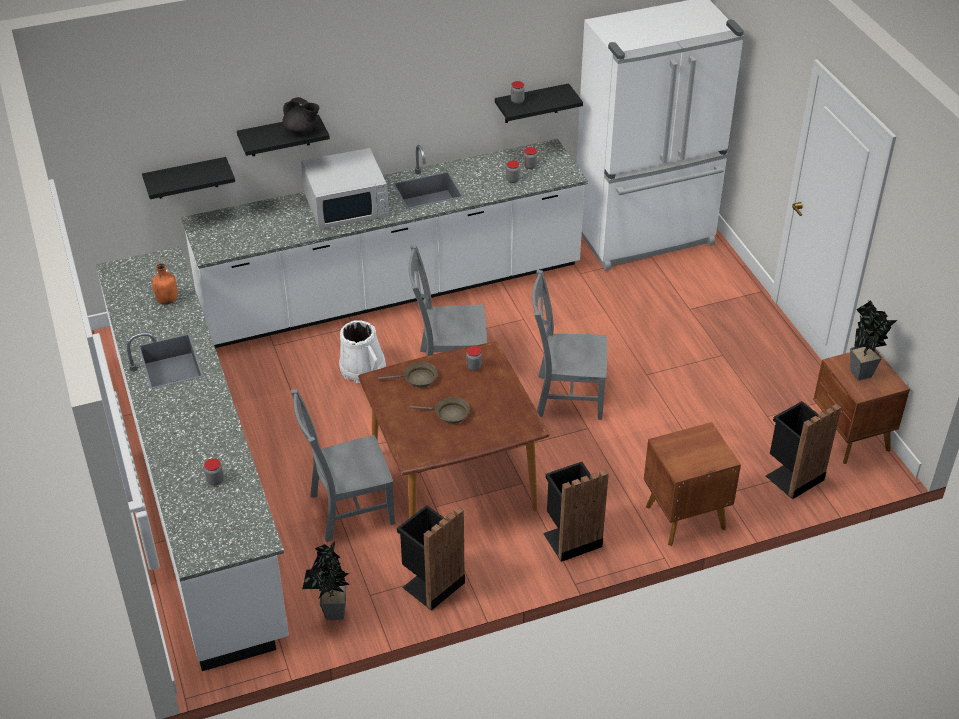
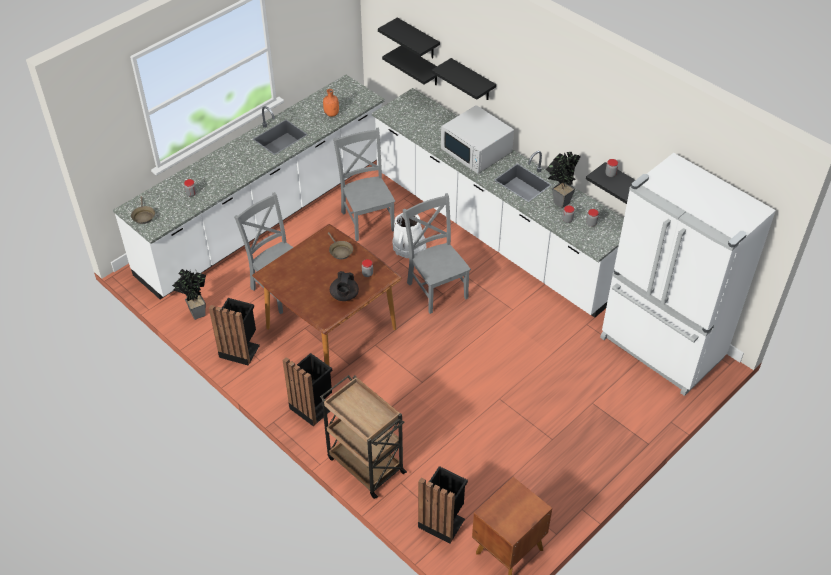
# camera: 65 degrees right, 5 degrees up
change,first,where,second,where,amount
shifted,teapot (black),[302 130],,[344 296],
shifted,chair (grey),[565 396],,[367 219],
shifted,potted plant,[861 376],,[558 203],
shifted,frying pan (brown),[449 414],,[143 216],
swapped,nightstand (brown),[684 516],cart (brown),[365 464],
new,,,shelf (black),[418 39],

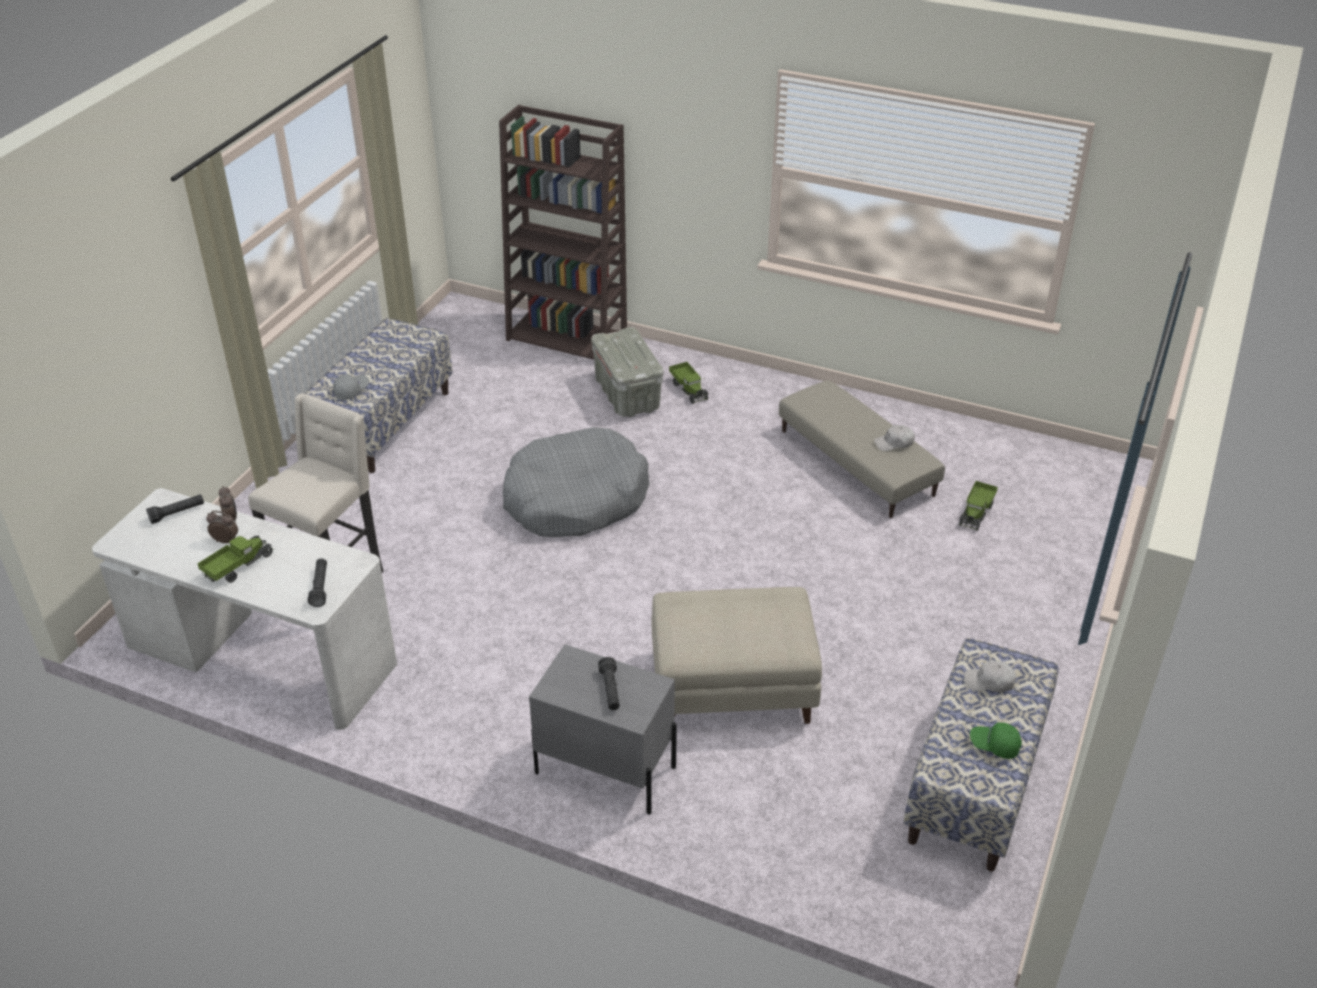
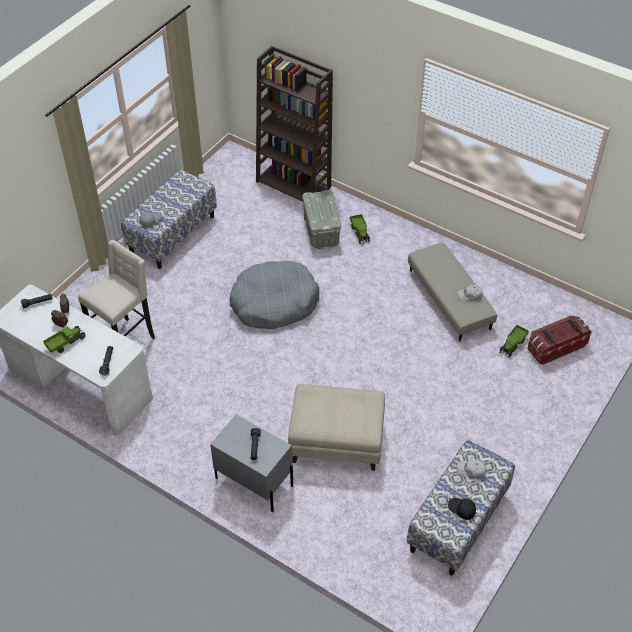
# camera: 10 degrees right, 10 degrees up
change,first,where,second,where,amount
repainted,cap (green),[994 745],cap (black),[461 510],
new,,,storage box,[555 347],

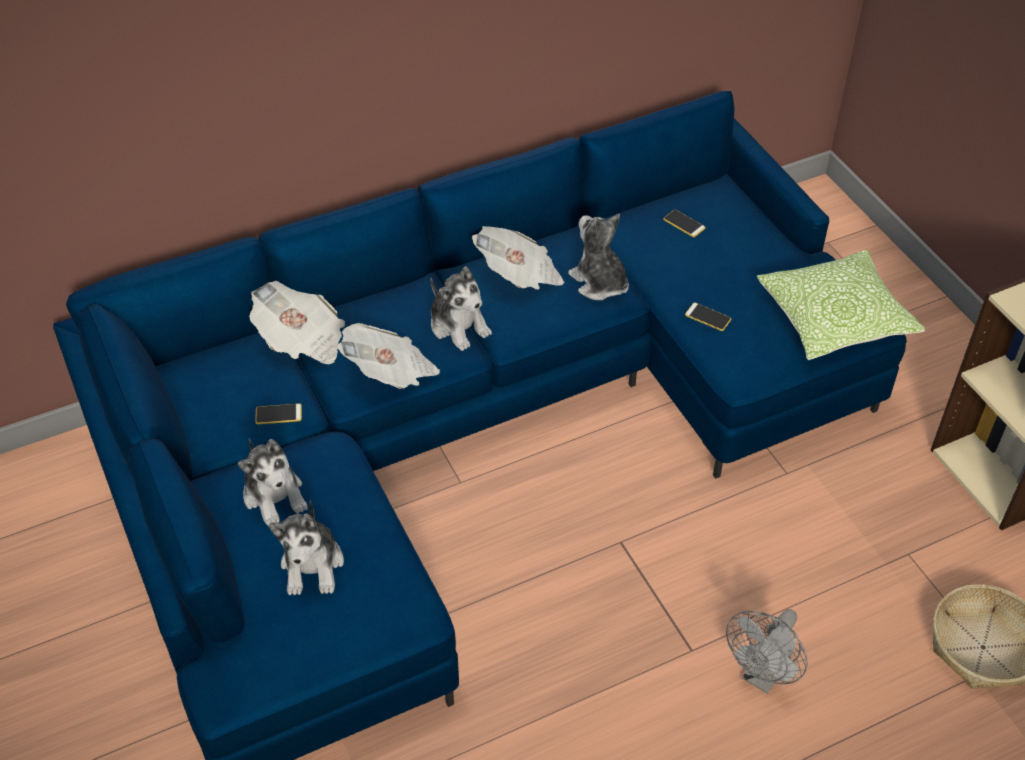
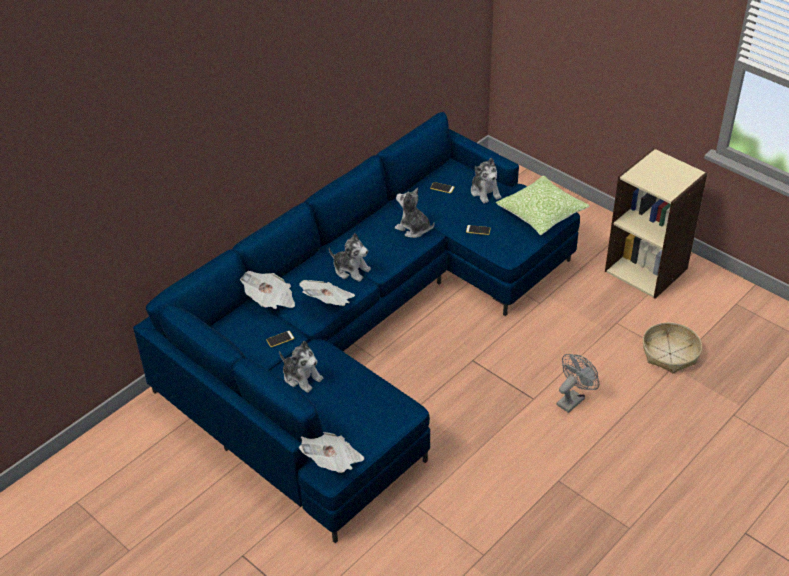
# camera: 20 degrees left, 5 degrees down
change,first,where,second,where,amount
shifted,newspaper,[519 275],,[332 461],
shifted,plush toy,[312 565],,[485 192],
rotated,fan (grey),[762 676],,[573 399],150 degrees counterclockwise

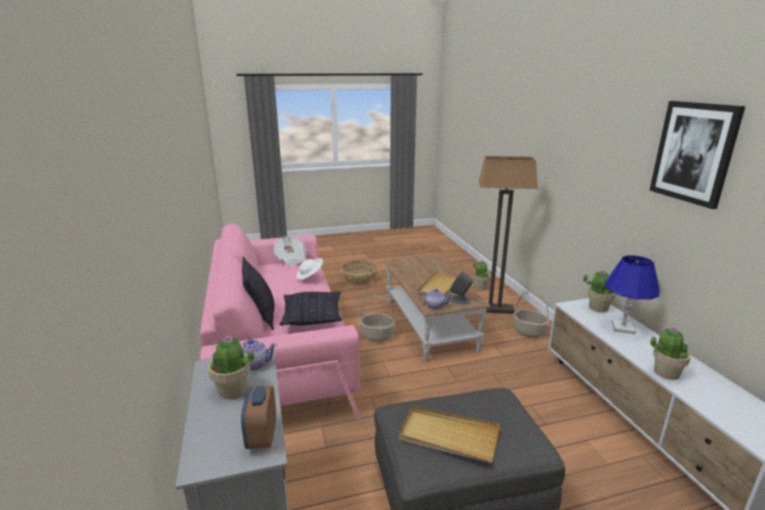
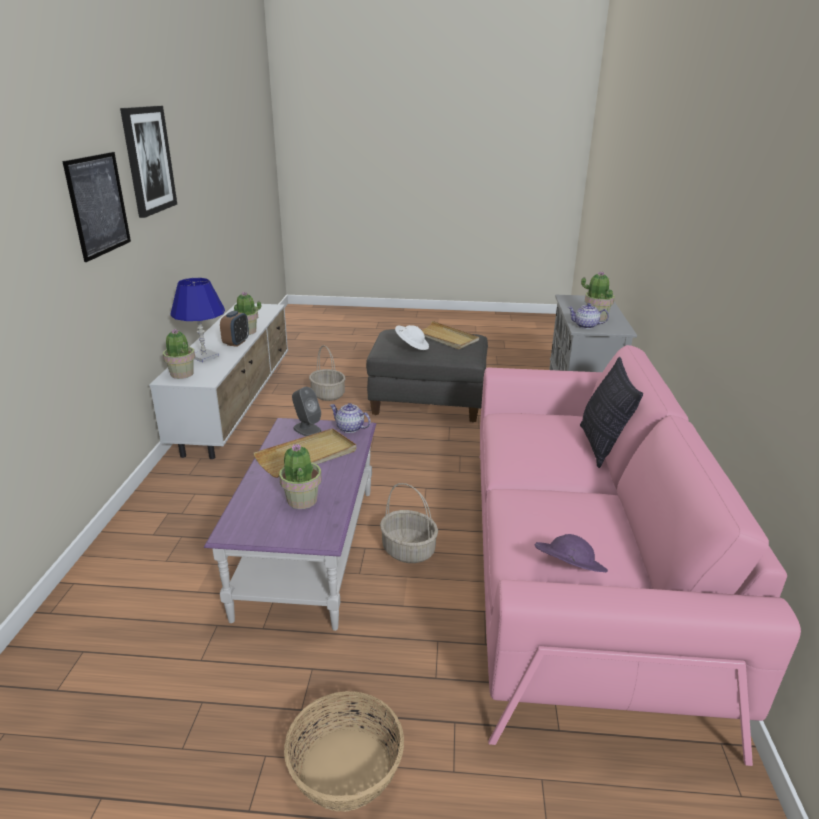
# camera: 160 degrees left, 5 degrees up
change,first,where,second,where,amount
gone,floor lamp,[494 309],,,
swapped,newspaper,[291 260],hat (purple),[567 571],
repainted,coffee table (brown),[429 325],coffee table (purple),[308 549],
shifted,hat (white),[310 276],,[412 346],
shifted,potted plant,[480 286],,[302 501],
shifted,basket,[529 331],,[327 395],
gone,pillow,[312 317],,,
shifted,alarm clock,[262 437],,[236 343],
new,,,picture,[98 205],

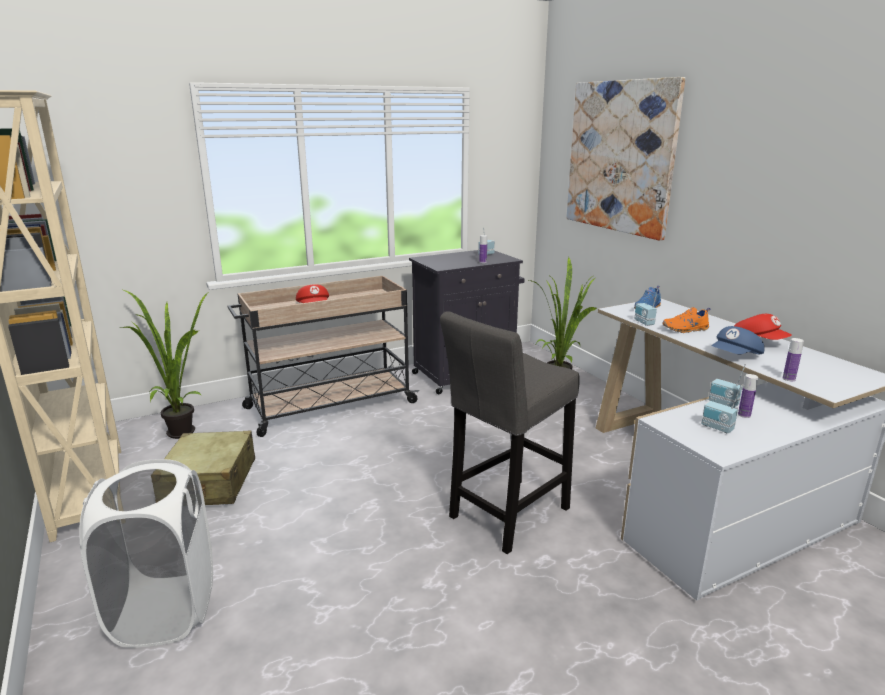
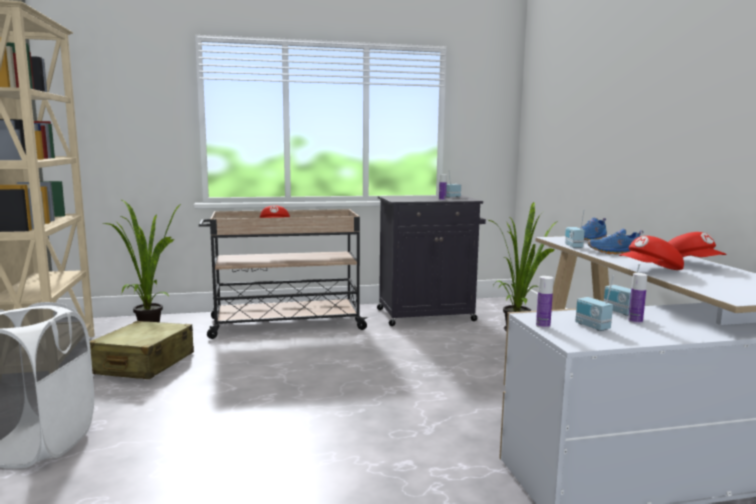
# camera: 15 degrees right, 10 degrees down
change,first,where,second,where,amount
gone,picture,[620 157],,,
repainted,shoe (orange),[685 330],shoe (blue),[614 253],
gone,stool (grey),[505 516],,,
repainted,cap (blue),[735 357],cap (red),[650 271],
shifted,bottle,[788 379],,[543 326],

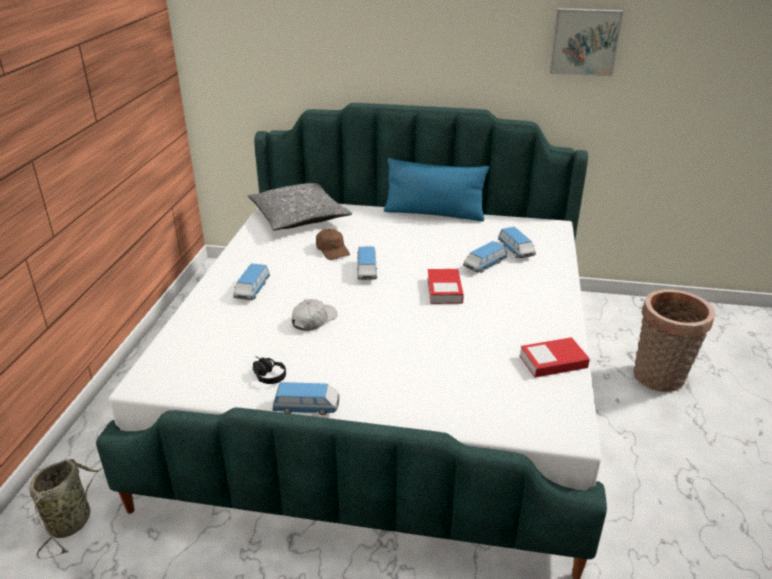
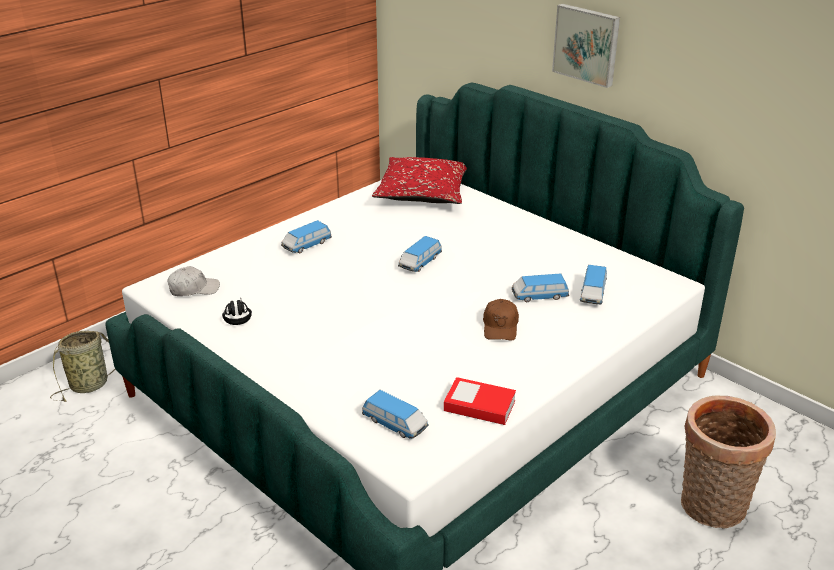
# camera: 35 degrees right, 0 degrees up
change,first,where,second,where,amount
shifted,picture,[584 41],,[587 44],
gone,pillow (blue),[434 213],,,
repainted,pillow (grey),[299 218],pillow (red),[423 193],
shifted,cap (brown),[332 250],,[500 327],
gone,book,[444 290],,,
shifted,cap (white),[314 320],,[193 289],
shifted,toy car,[306 407],,[395 424],

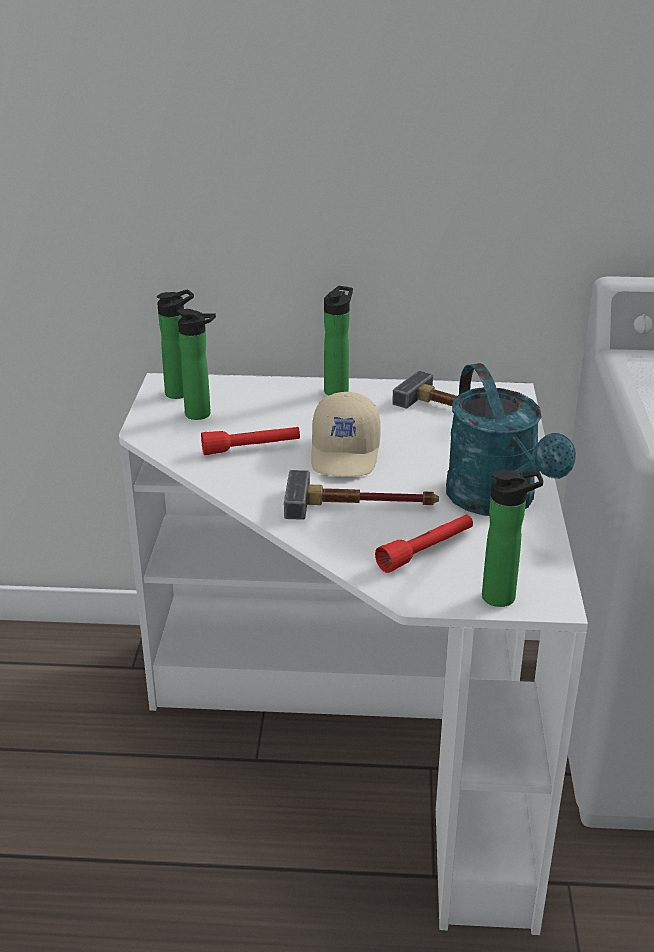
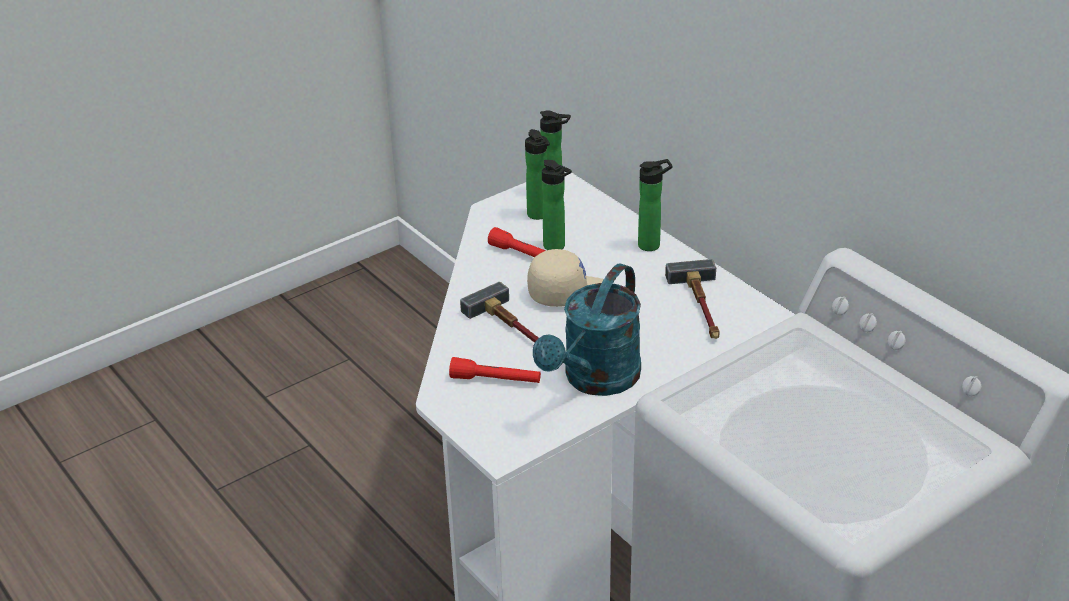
# camera: 50 degrees right, 5 degrees up
change,first,where,second,where,amount
rotated,cap (beige),[346 454],,[570 293],150 degrees counterclockwise
shifted,bottle,[504 597],,[556 247],

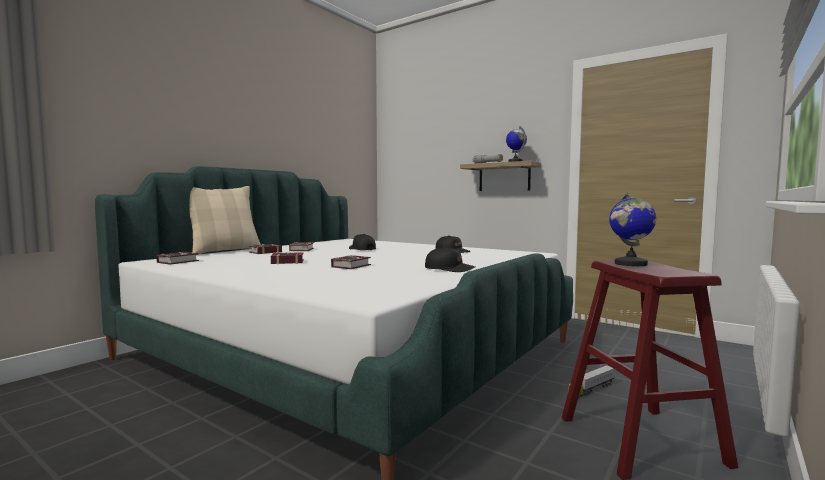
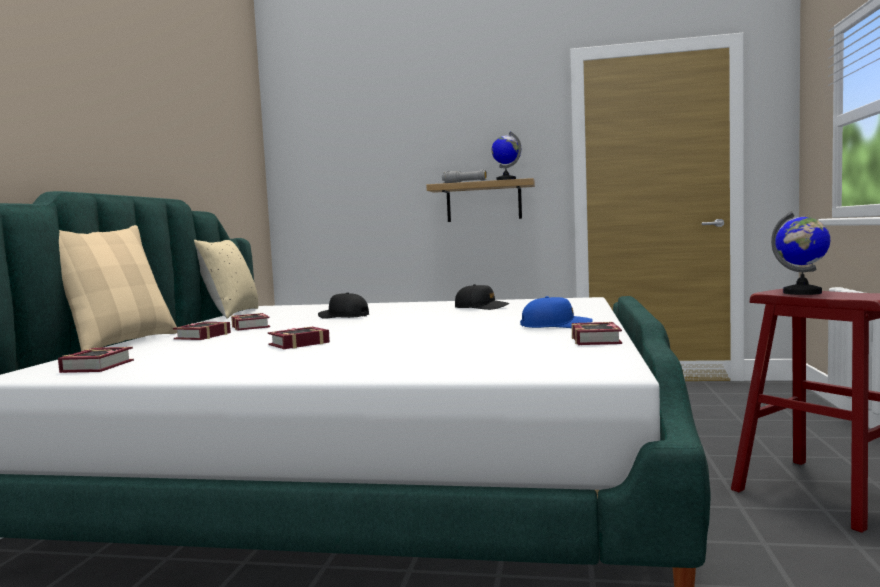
# camera: 25 degrees left, 0 degrees up
change,first,where,second,where,amount
repainted,cap (black),[449 269],cap (blue),[556 326],
shifted,book,[353 266],,[597 339],
gone,toy truck,[591 390],,,
new,,,pillow (beige),[230 313],

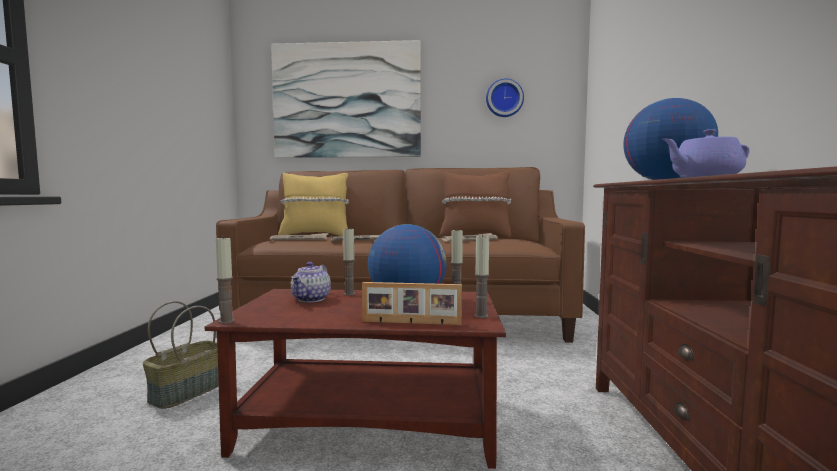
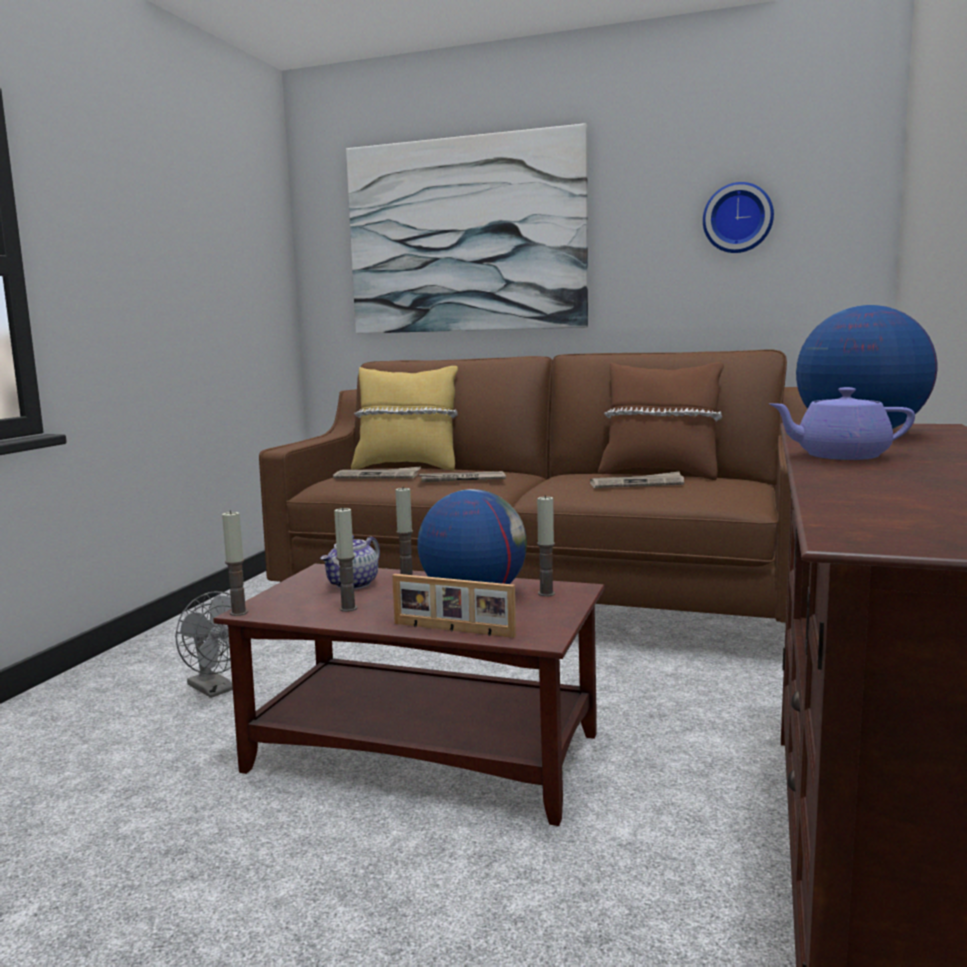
# camera: 15 degrees right, 5 degrees up
change,first,where,second,where,amount
shifted,candle,[481 316],,[348 608],
swapped,basket,[188 391],fan (grey),[216 690],

